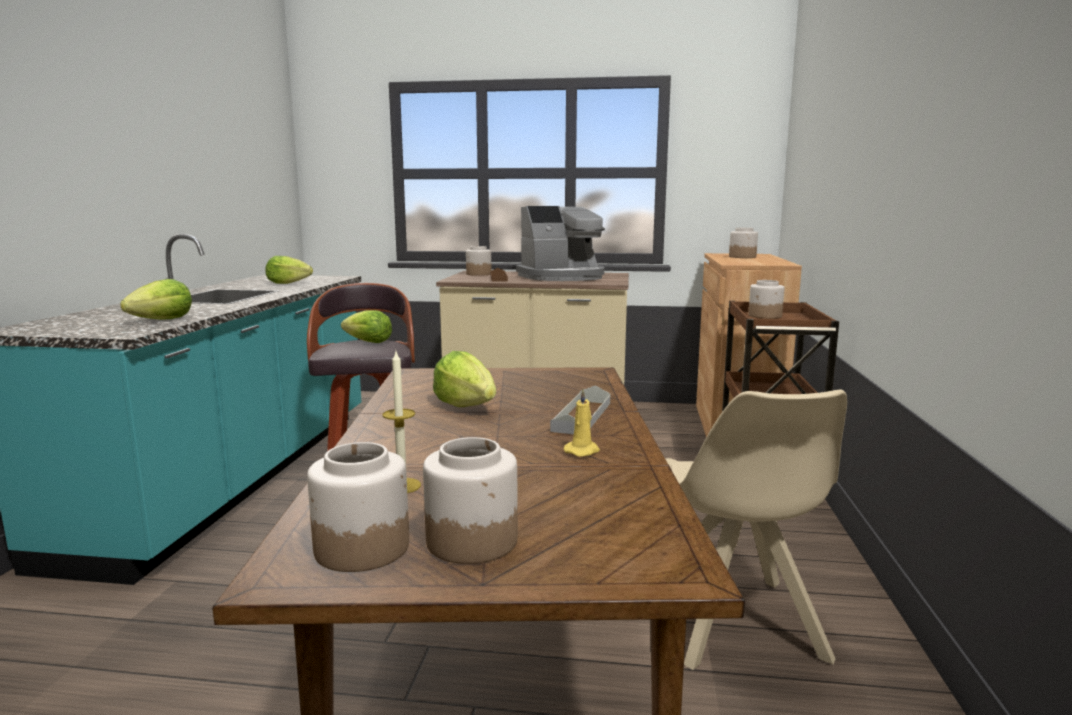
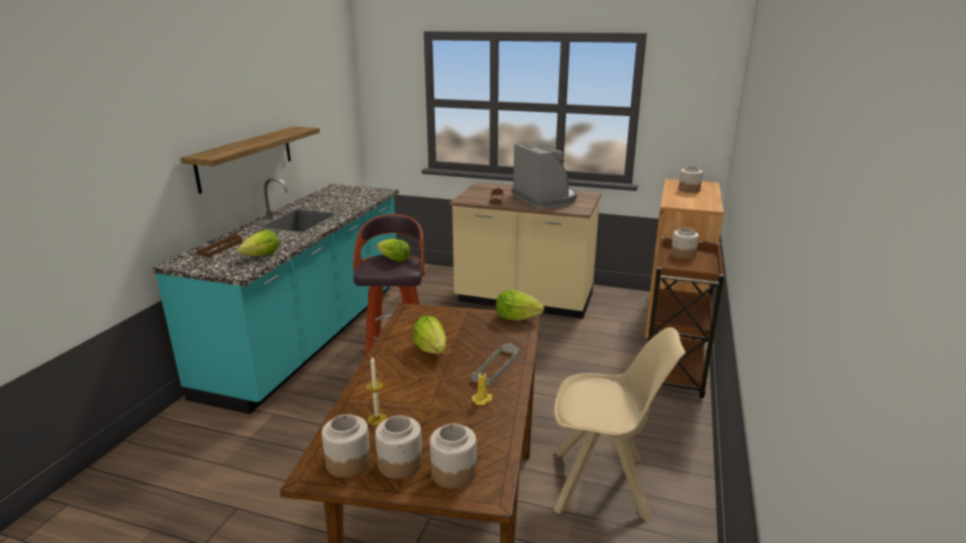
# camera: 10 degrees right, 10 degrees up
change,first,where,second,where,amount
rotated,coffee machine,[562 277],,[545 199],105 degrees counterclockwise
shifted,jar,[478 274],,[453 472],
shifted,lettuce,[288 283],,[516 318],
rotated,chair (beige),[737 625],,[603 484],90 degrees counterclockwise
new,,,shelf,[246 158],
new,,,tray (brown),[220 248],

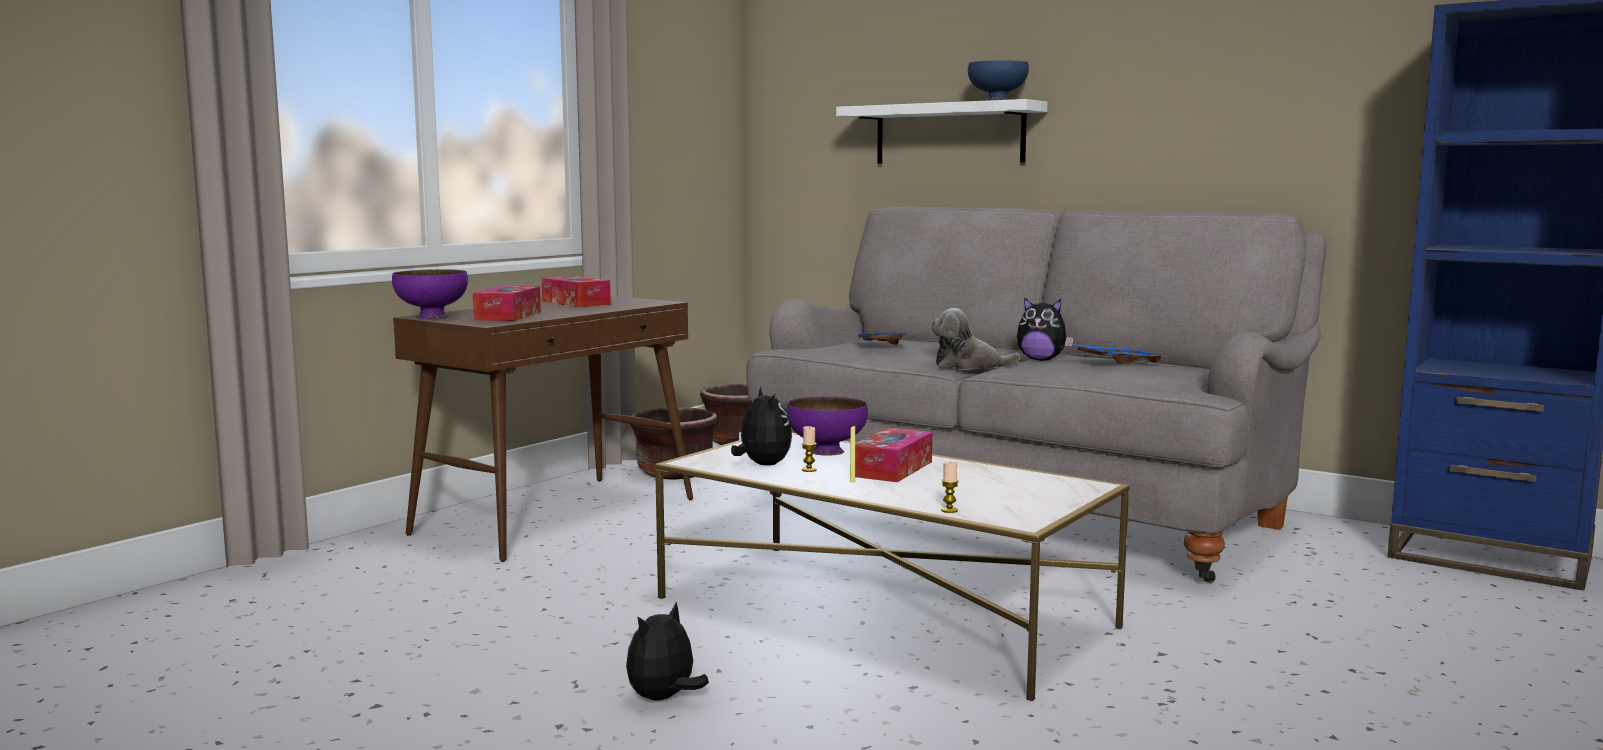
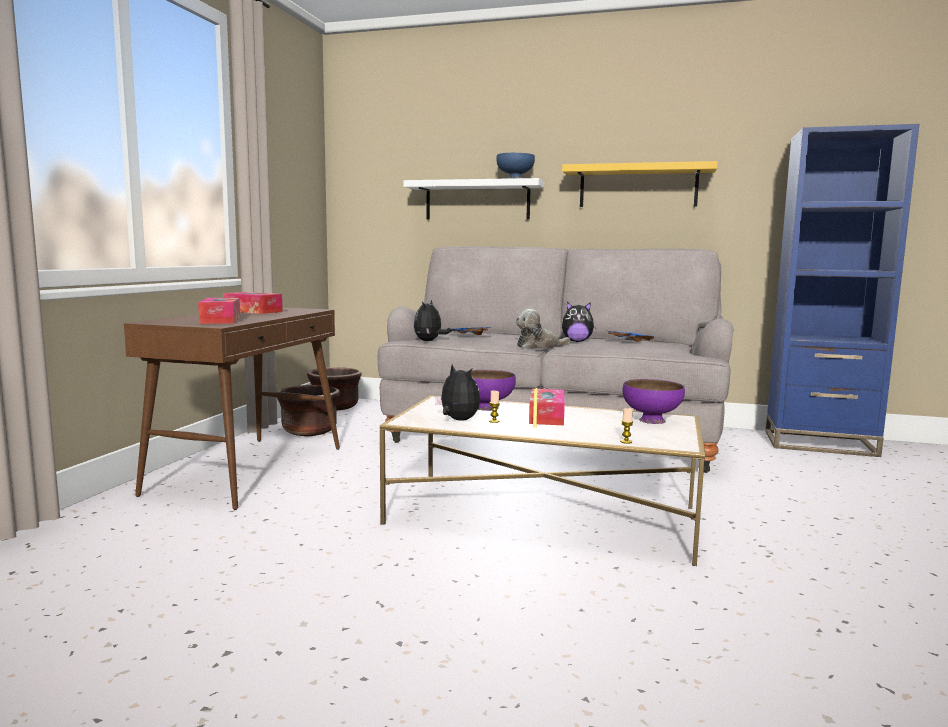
# camera: 20 degrees left, 0 degrees up
change,first,where,second,where,amount
shifted,bowl (purple),[432 316],,[651 420],
shifted,plush toy,[664 698],,[429 341],
new,,,shelf (yellow),[638 186],

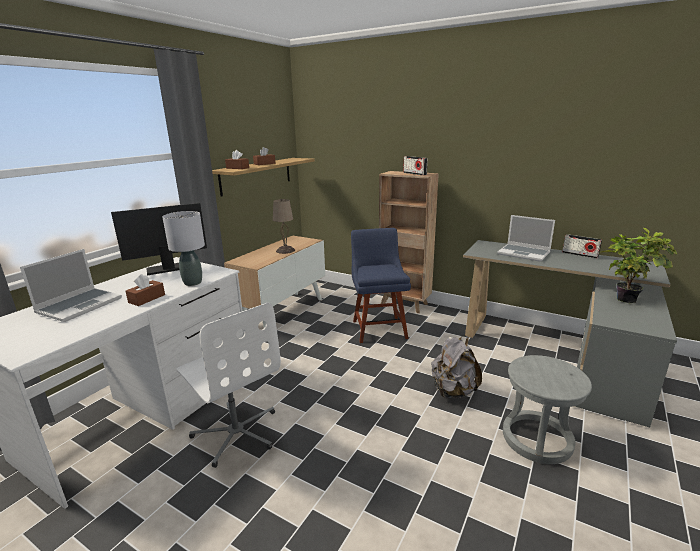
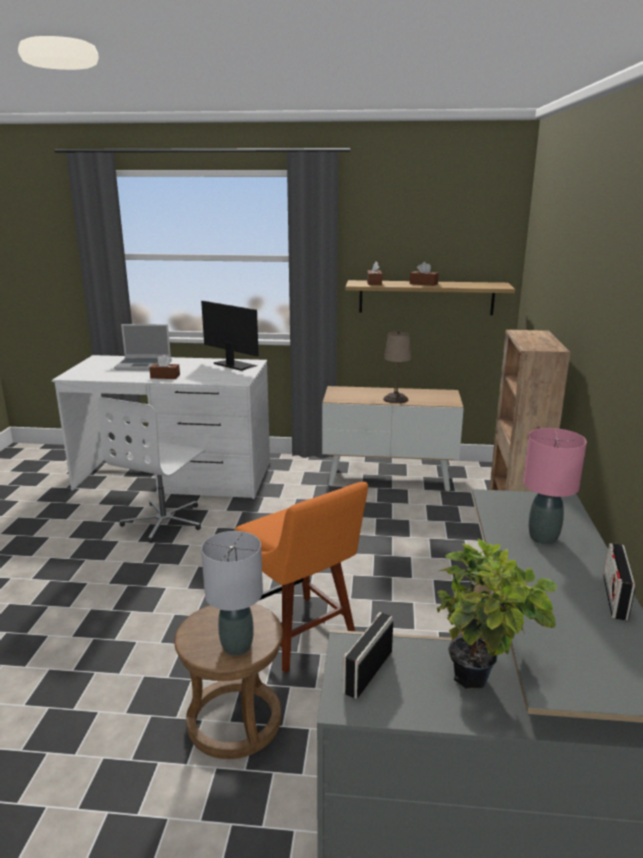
# camera: 65 degrees right, 0 degrees up
change,first,where,second,where,amount
shifted,radio,[414 173],,[368 671],
shifted,table lamp (grey),[193 282],,[237 647],
swapped,laptop,[524 253],table lamp (pink),[543 538],
gone,chair (blue),[379 328],,,
swapped,backpack (grey),[453 391],chair (orange),[300 635],
repainted,stool (grey),[537 439],stool (brown),[233 721],

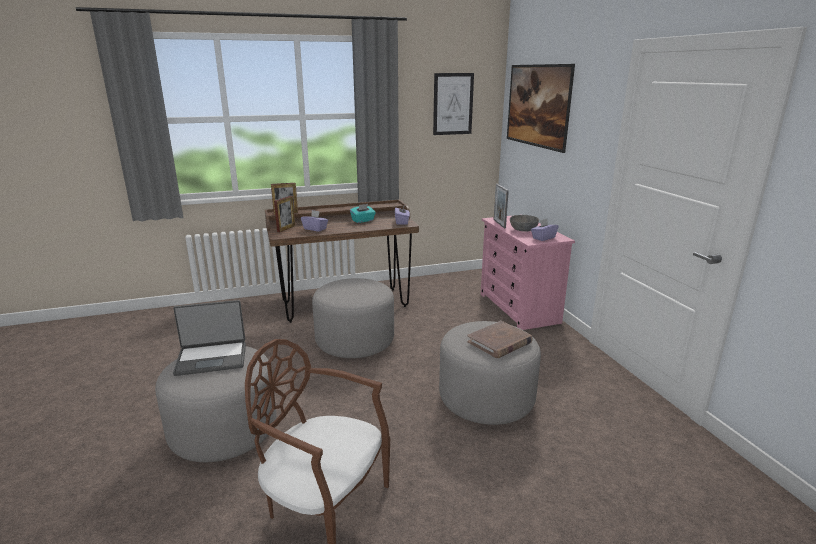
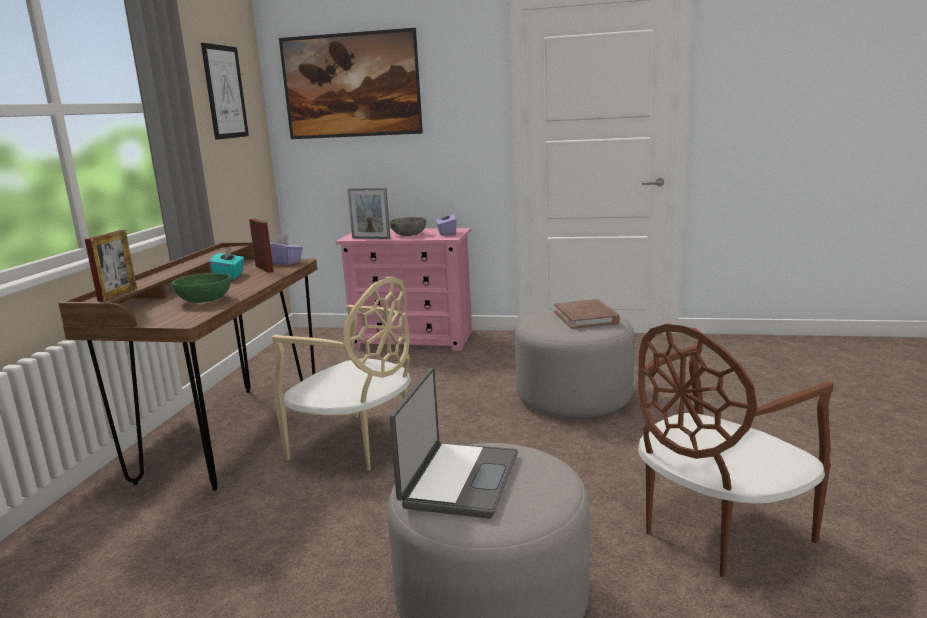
# camera: 60 degrees left, 5 degrees down
change,first,where,second,where,amount
shifted,picture frame,[286 228],,[264 269],
swapped,tissue box (purple),[315 229],bowl (green),[205 300],
swapped,ottoman (grey),[355 341],chair (beige),[356 445],

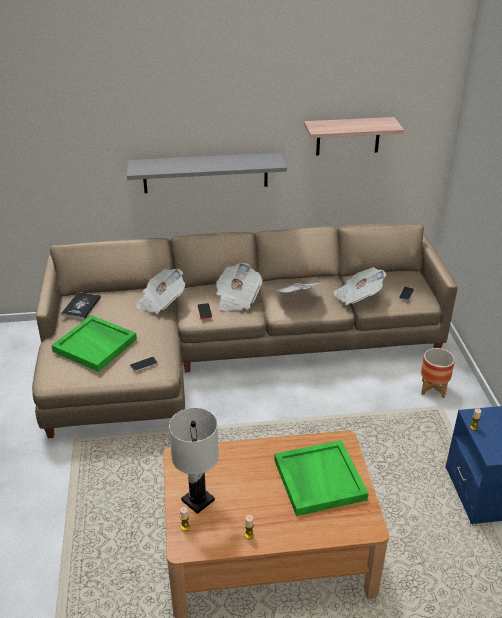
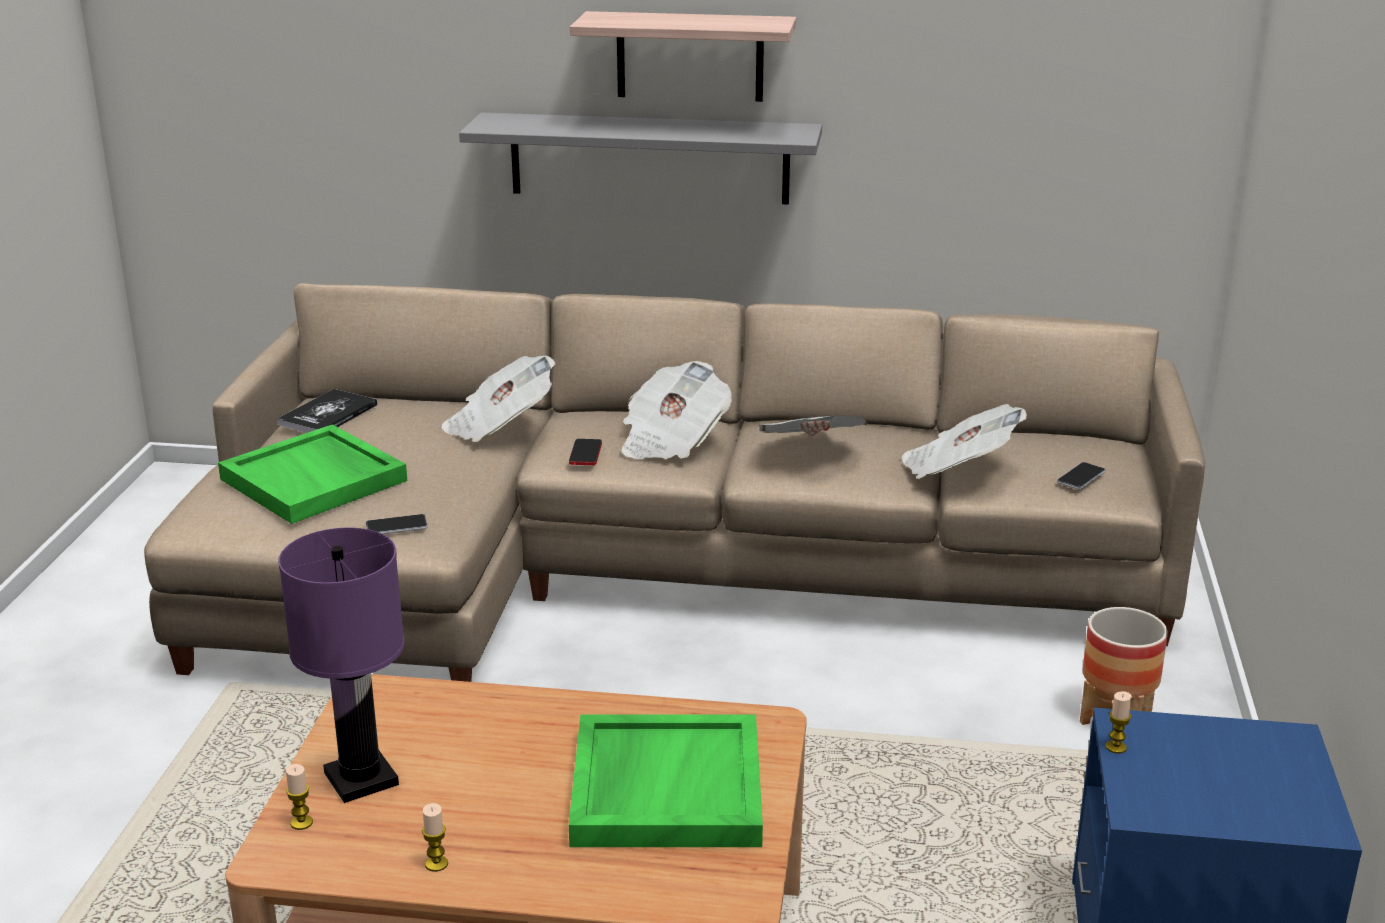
# camera: 15 degrees right, 10 degrees down
change,first,where,second,where,amount
shifted,shelf,[348 136],,[690 56],
repainted,table lamp (white),[198 500],table lamp (purple),[362 779],

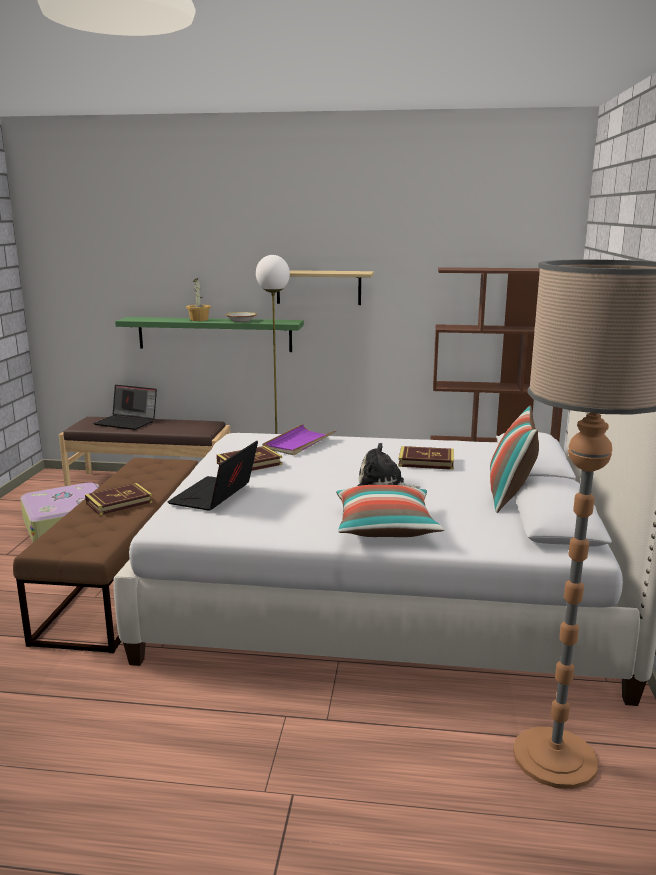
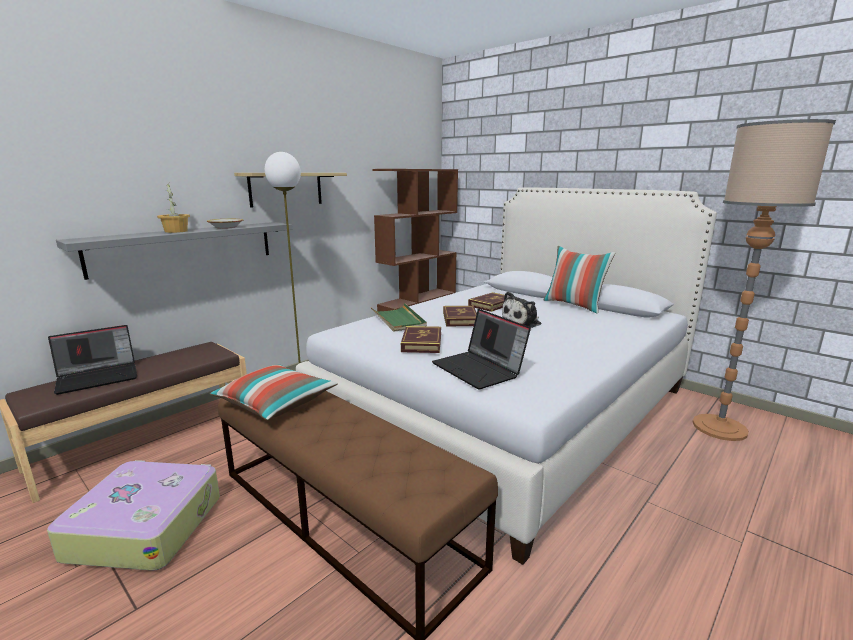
# camera: 55 degrees left, 0 degrees up
change,first,where,second,where,amount
repainted,shelf (green),[214 334],shelf (grey),[185 247],
repainted,tray (purple),[299 443],tray (green),[398 320],
shifted,book,[119 502],,[460 319],
shifted,pillow,[385 527],,[276 404],

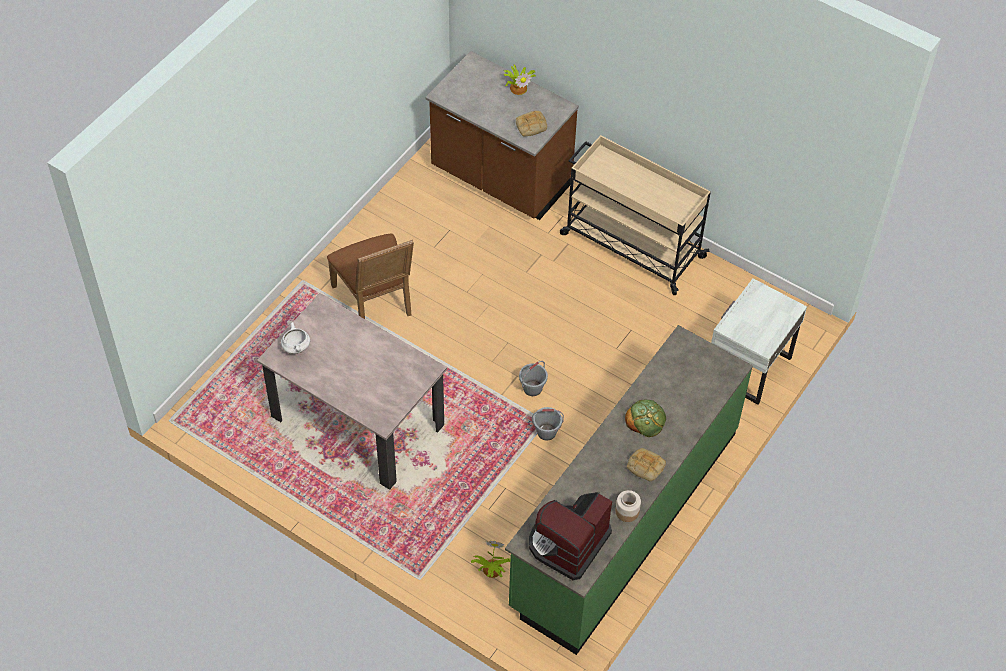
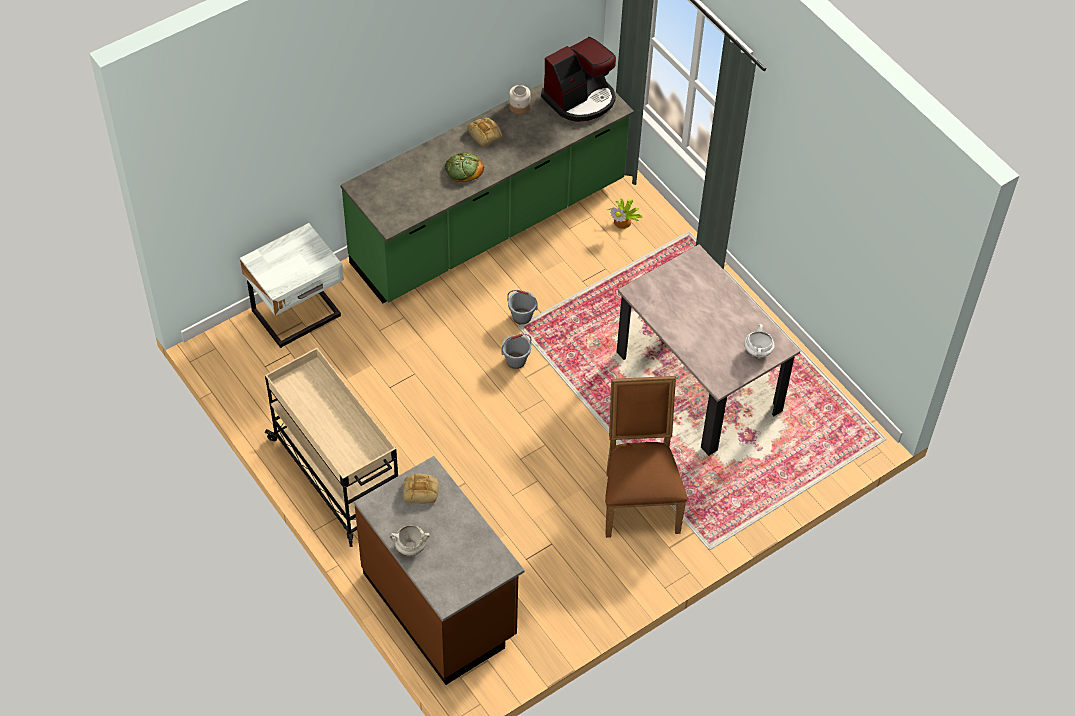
# camera: 160 degrees left, 0 degrees up
change,first,where,second,where,amount
swapped,potted plant,[518 87],cooking pot (white),[409 547],

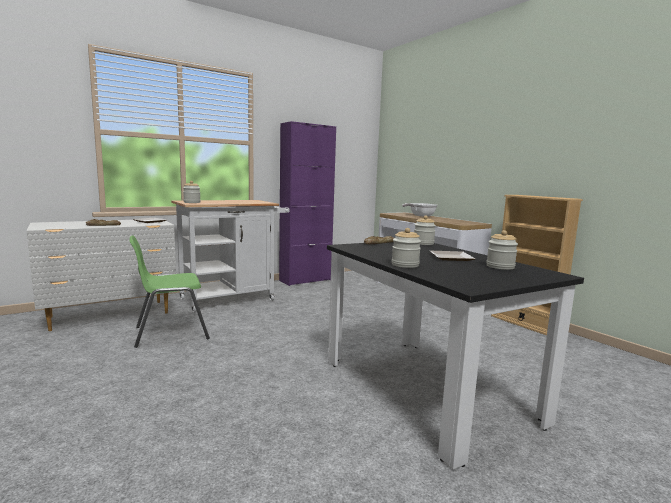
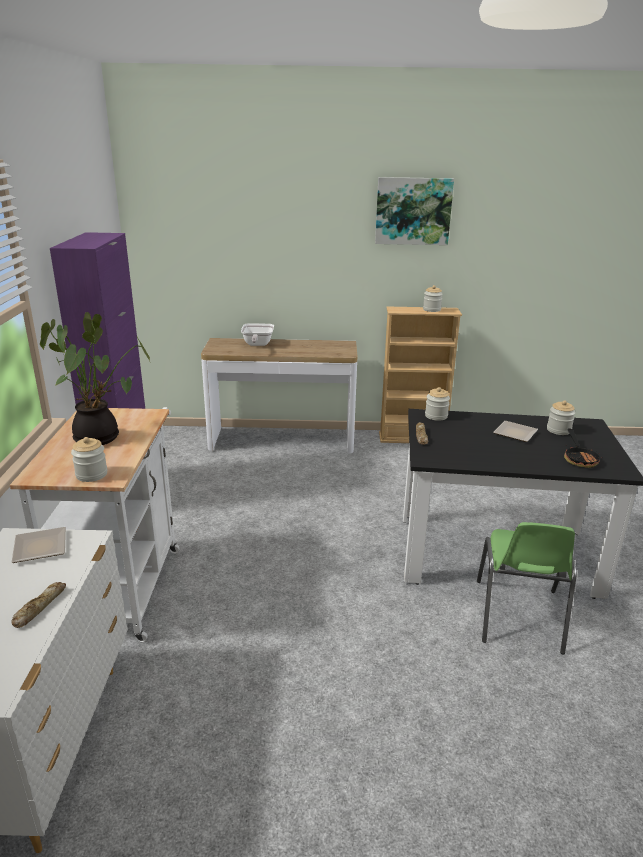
# camera: 55 degrees left, 15 degrees up
change,first,where,second,where,amount
shifted,jar,[405 265],,[431 309],
shifted,chair (green),[170 333],,[518 616],
new,,,picture,[413 211],
new,,,potted plant,[100 437],
new,,,frying pan,[579 458],

